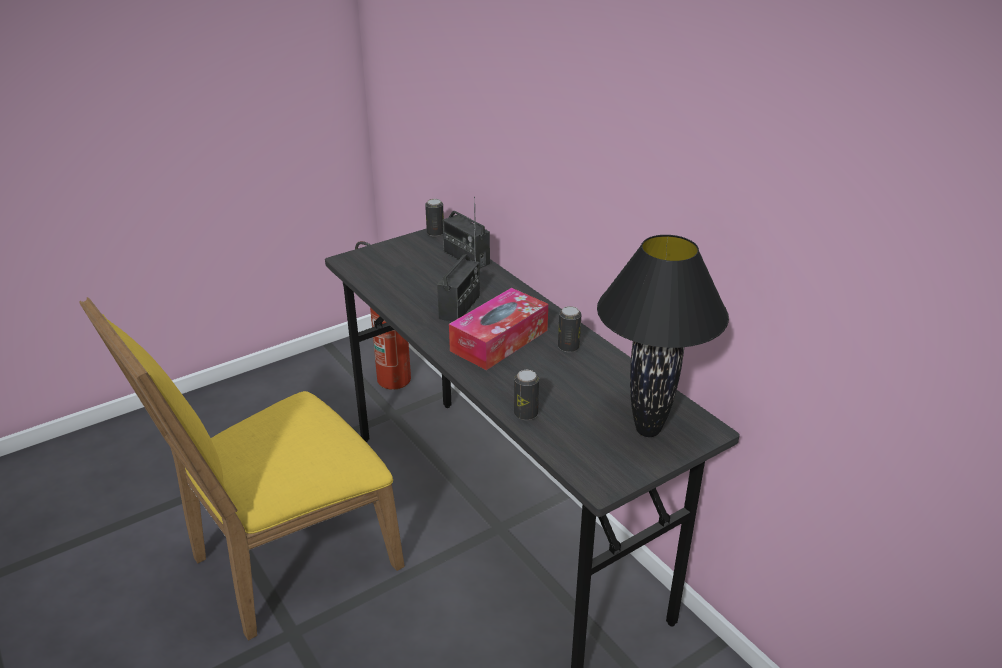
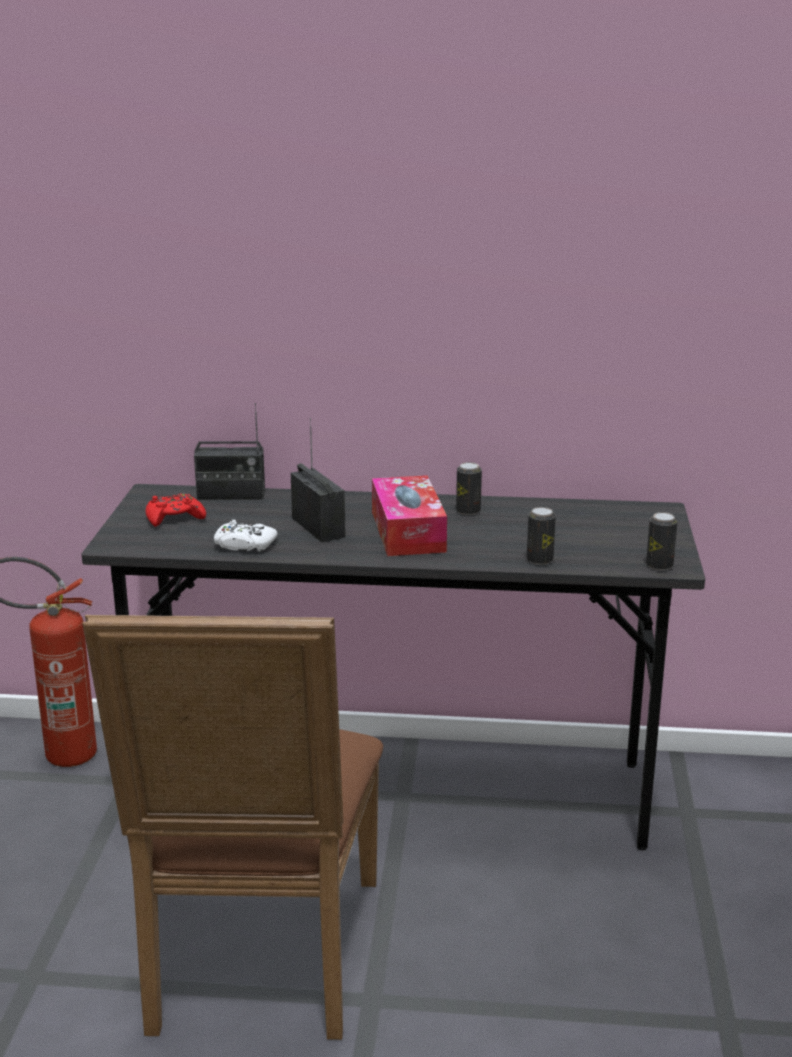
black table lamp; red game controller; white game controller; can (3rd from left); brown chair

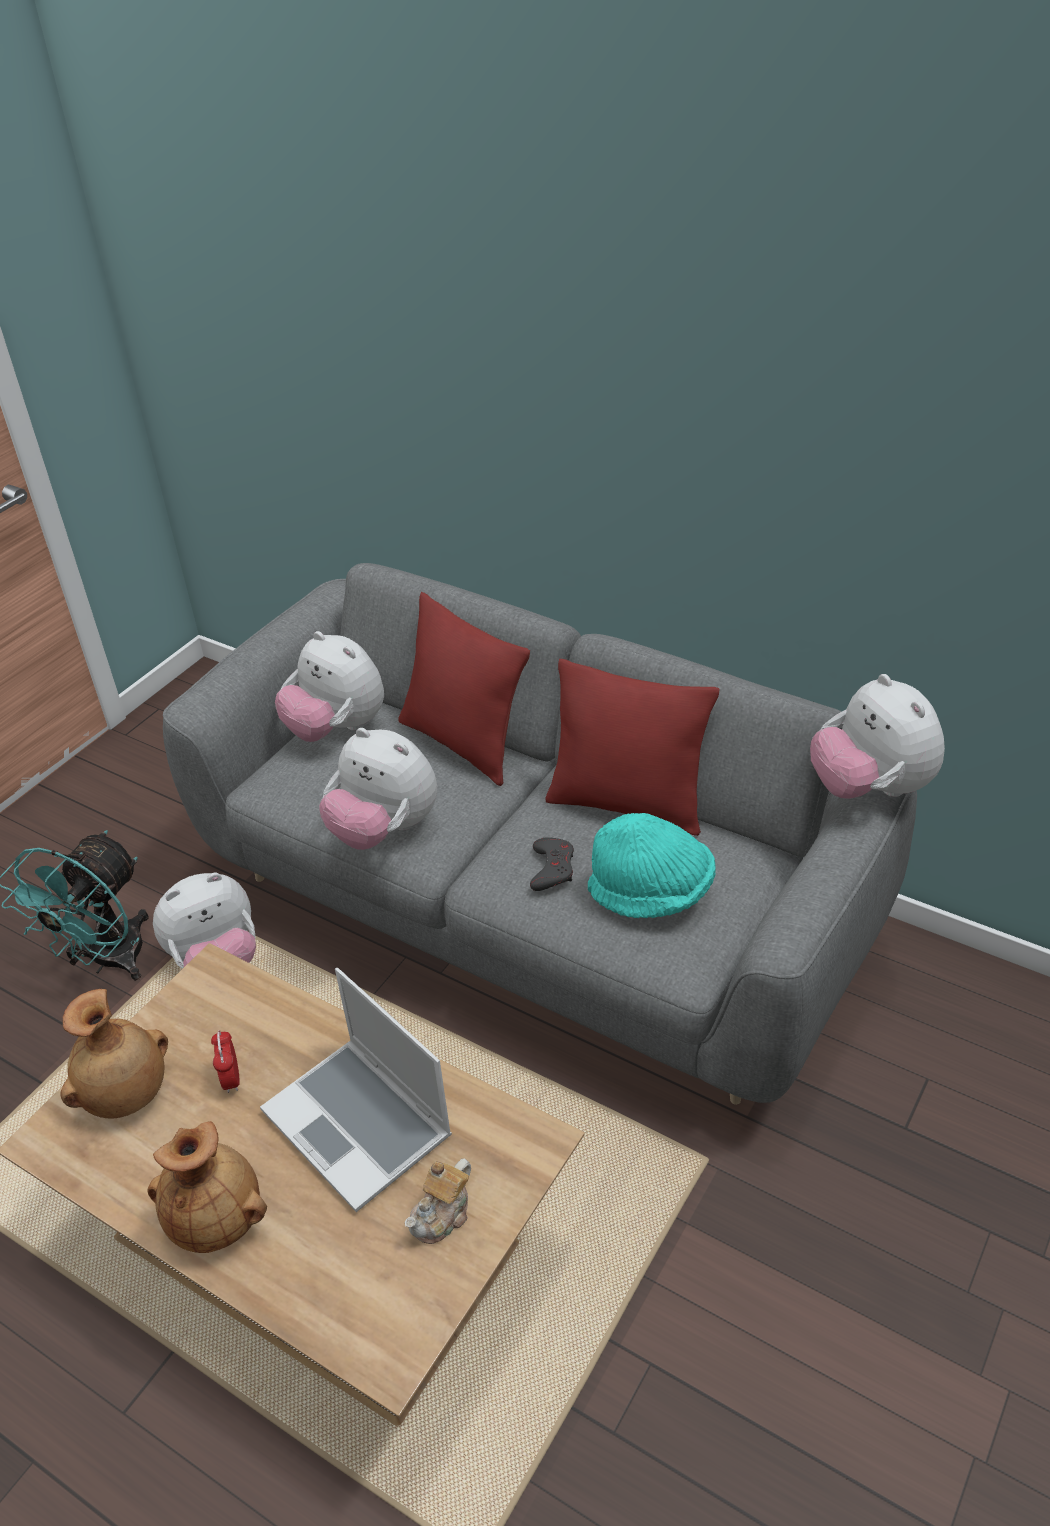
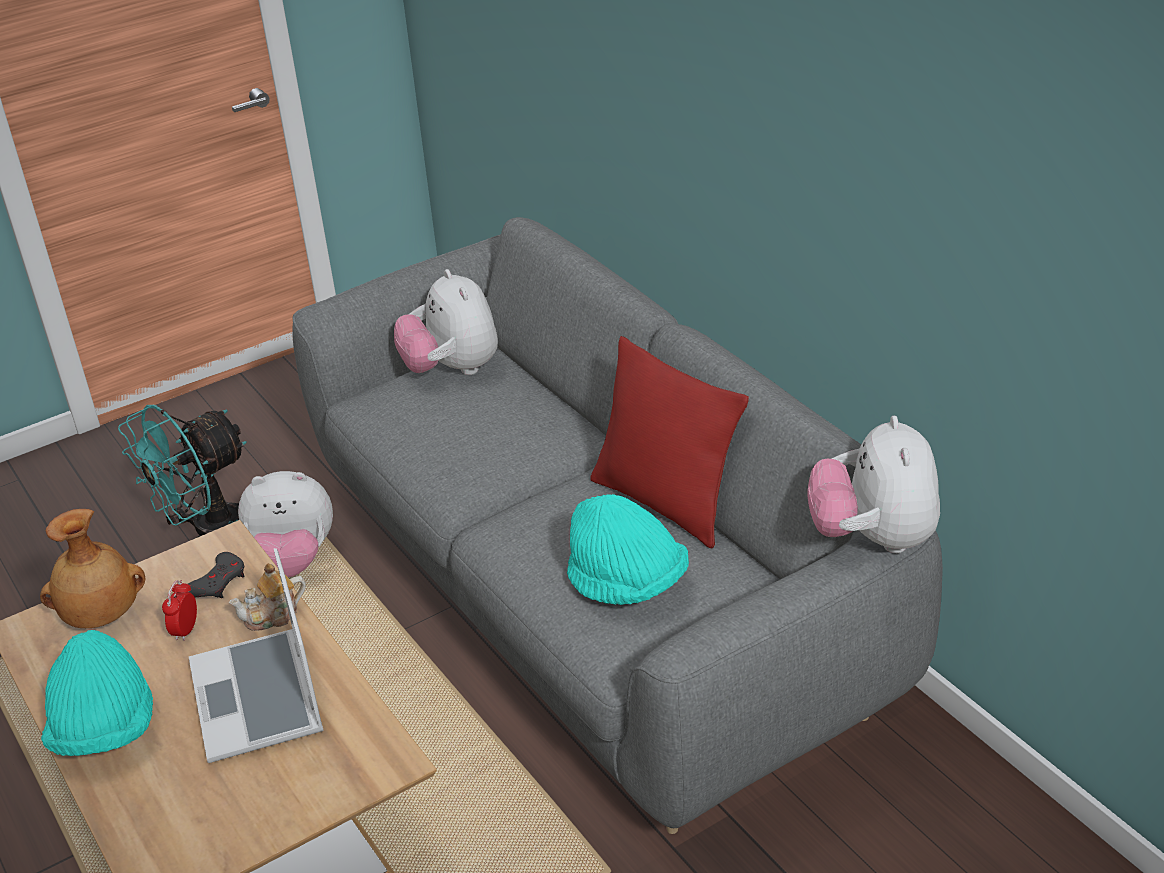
plush toy (3rd from left in the first image); red pillow (1st from left in the first image); teapot; grey game controller; turquoise hat (1st from left)

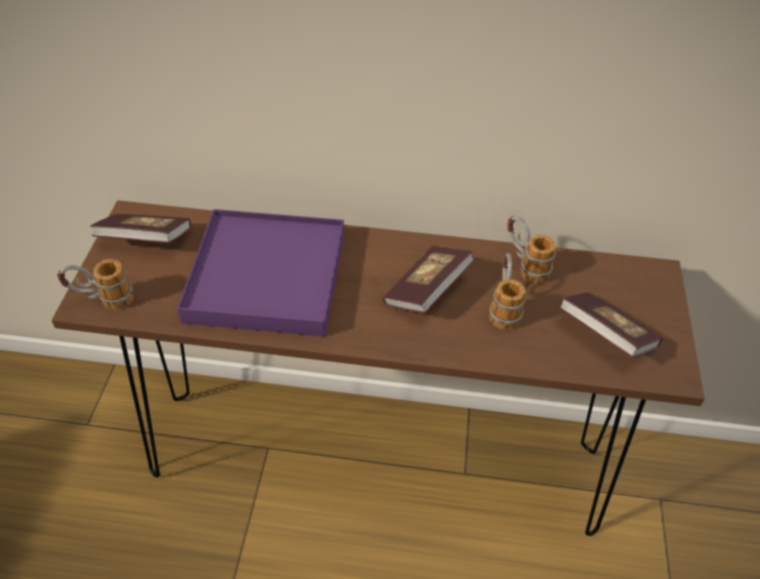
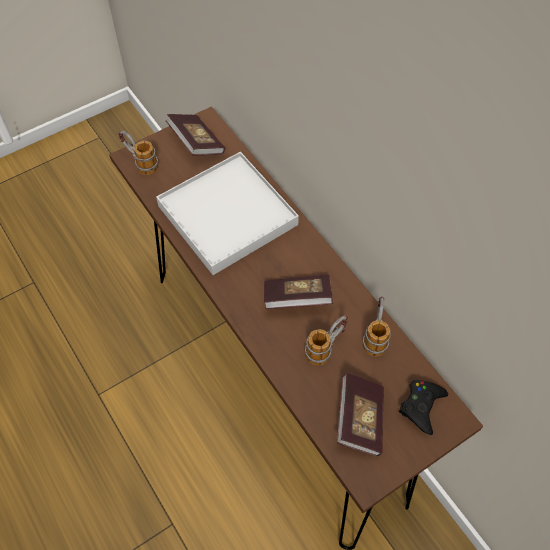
black game controller; white tray

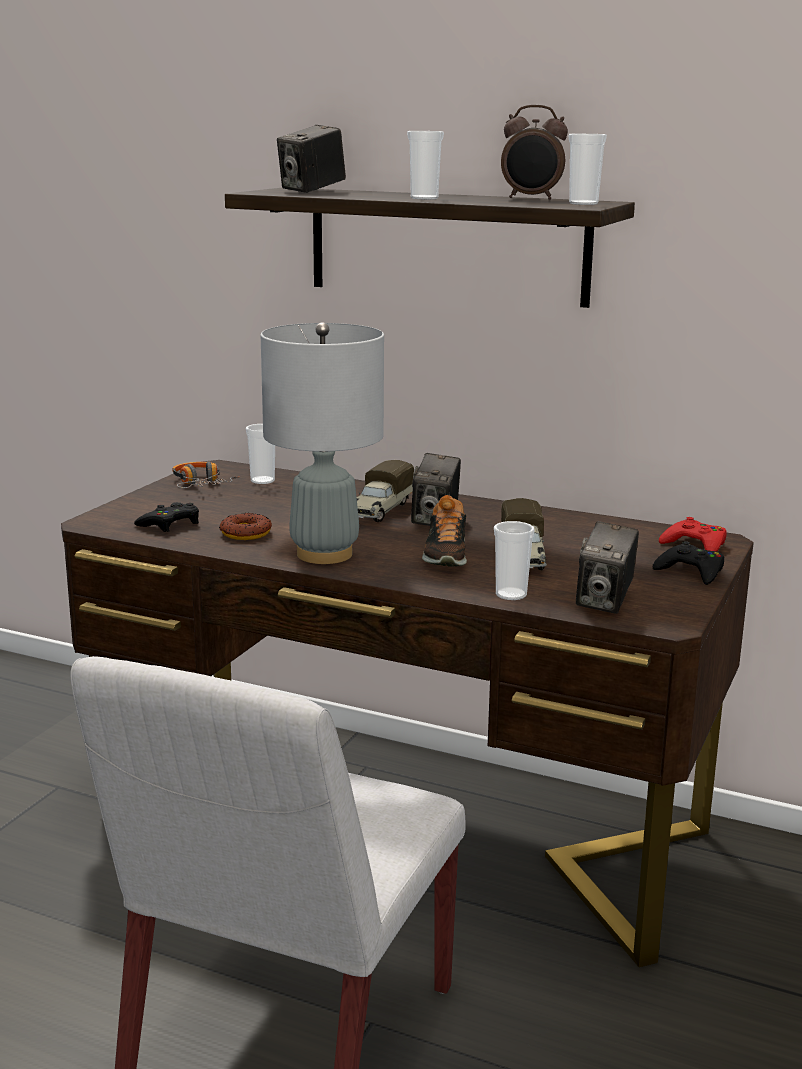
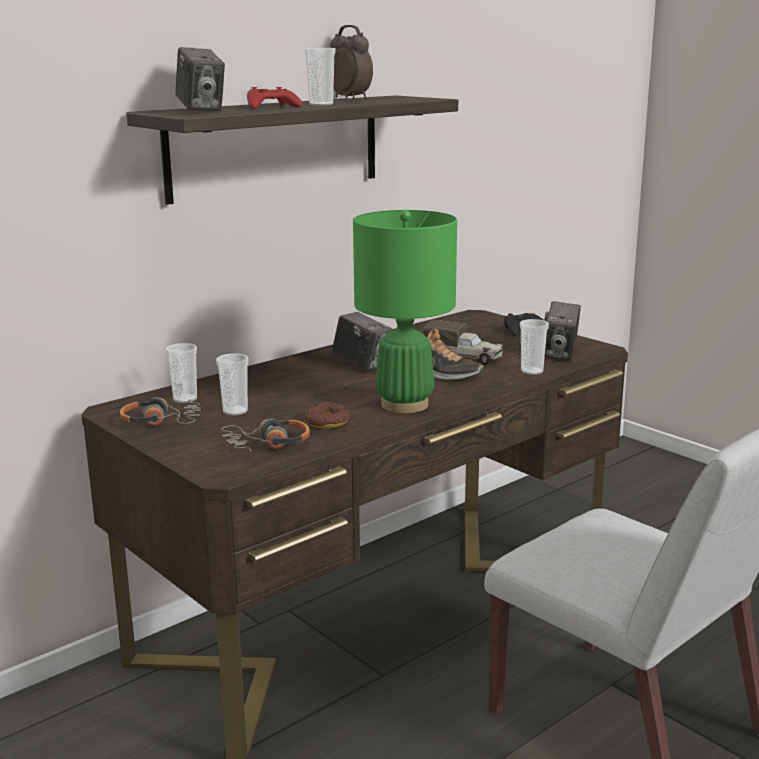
toy truck (1st from left in the first image); cup (2nd from left); red game controller; headphones (2nd from left); green table lamp; alarm clock; photo camera (3rd from left)

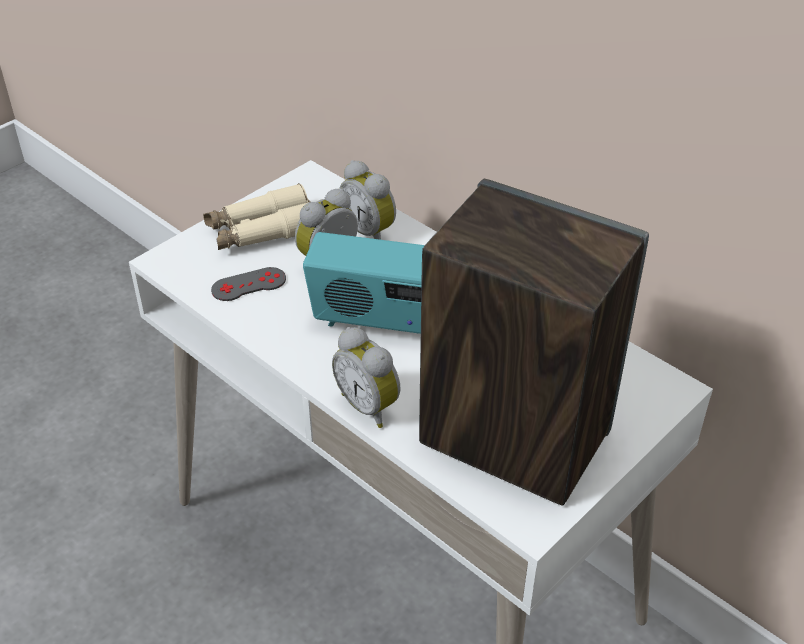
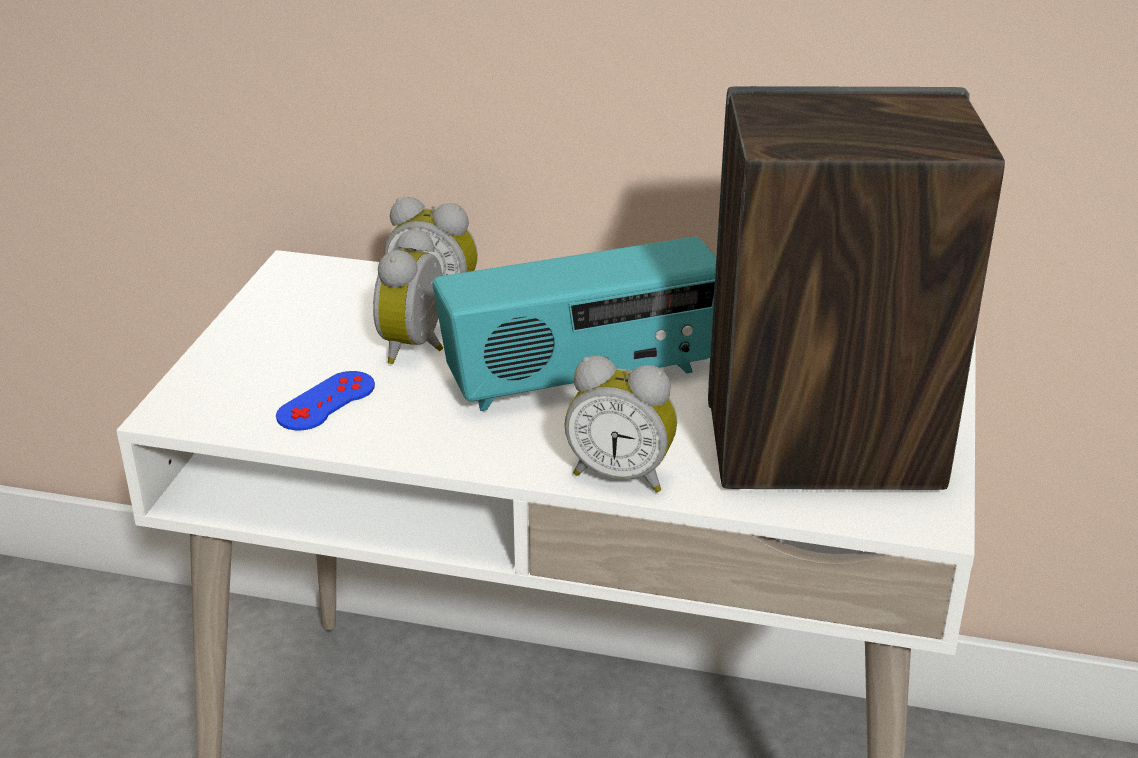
beige binoculars; blue game controller

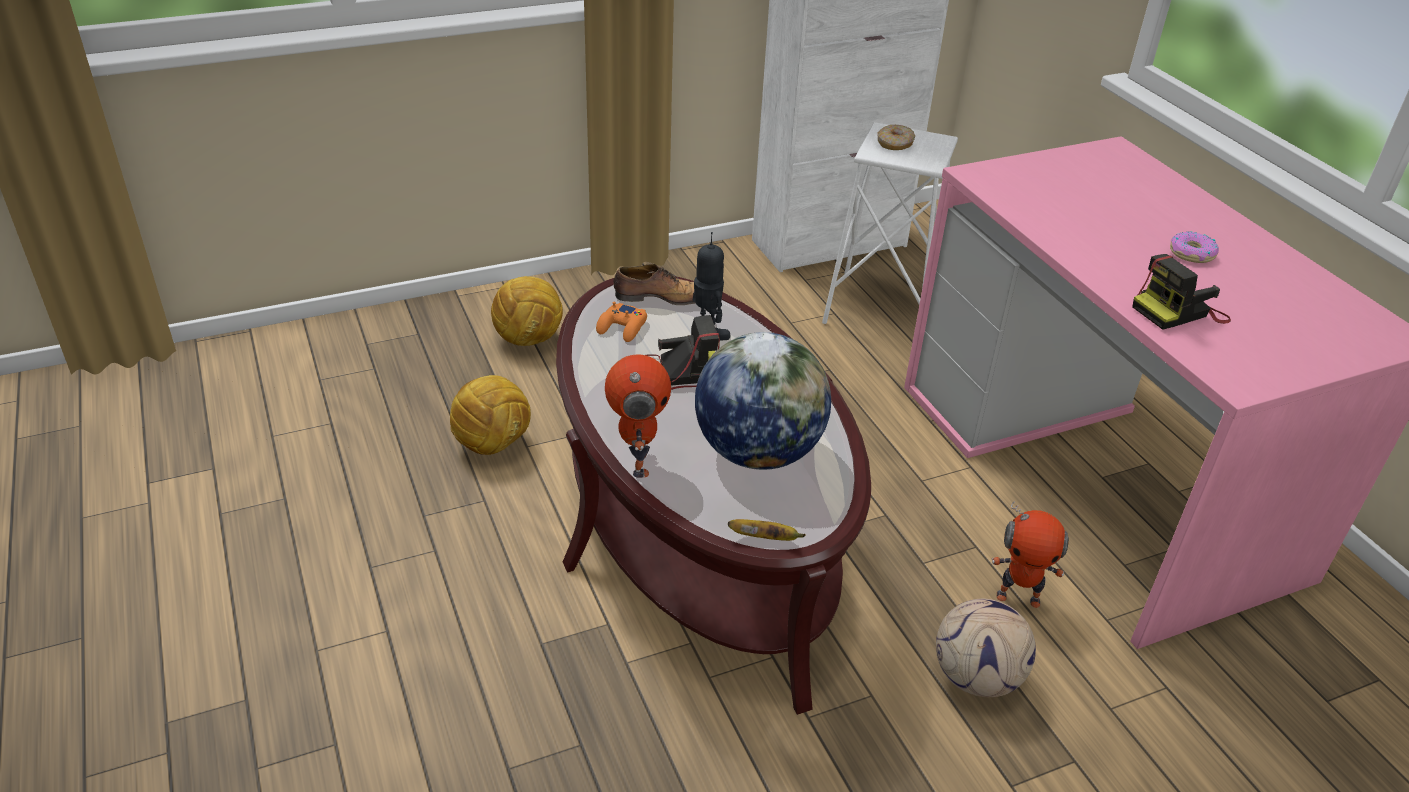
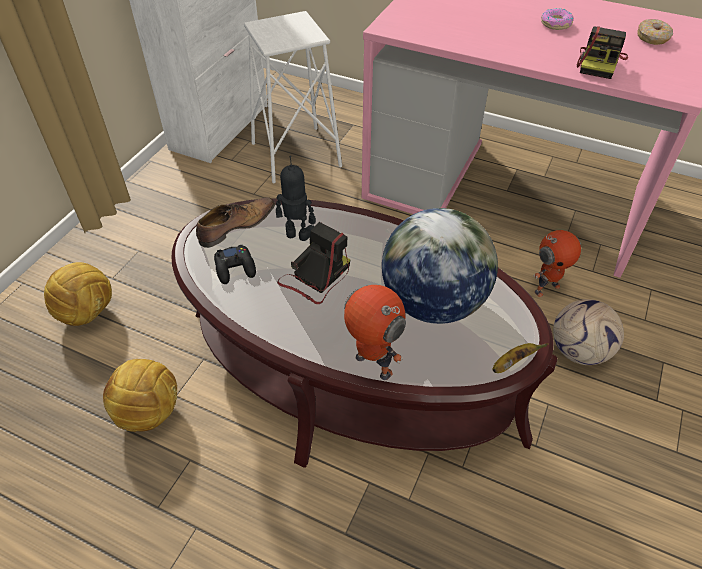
donut (2nd from left); black game controller

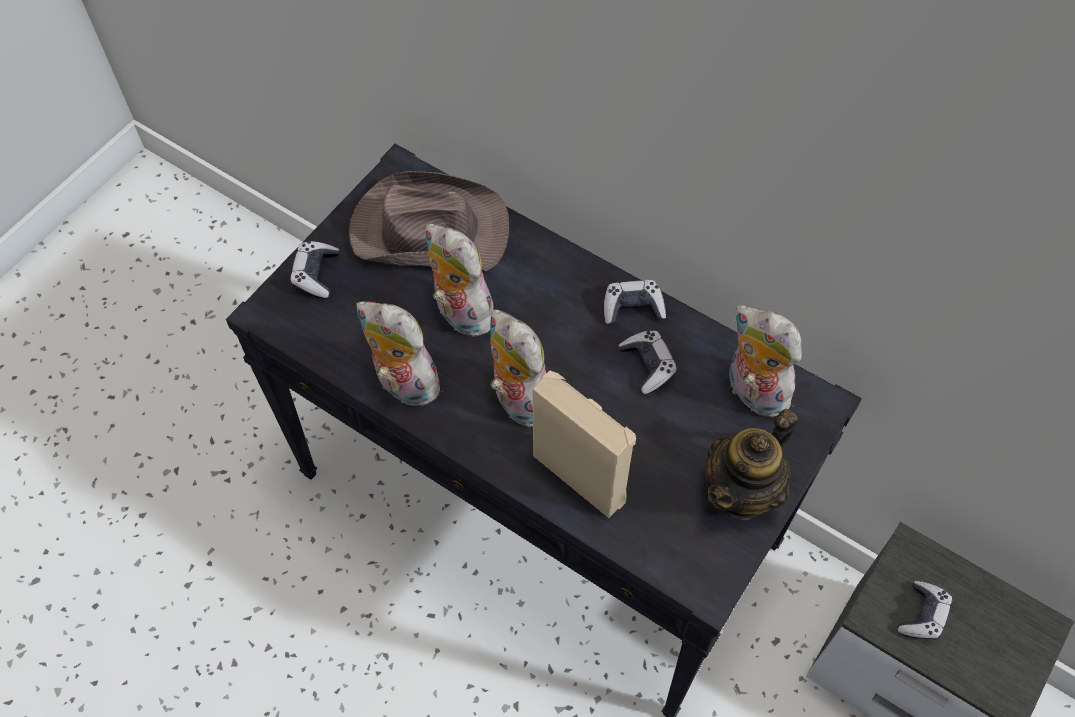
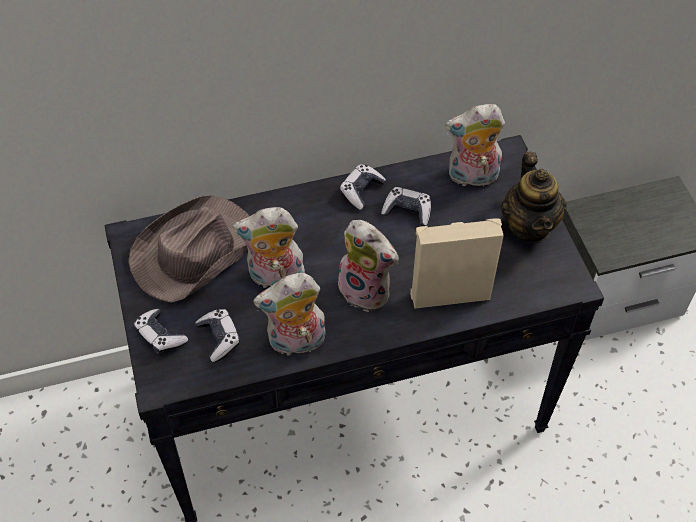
game controller (2nd from left); plush toy (3rd from left)

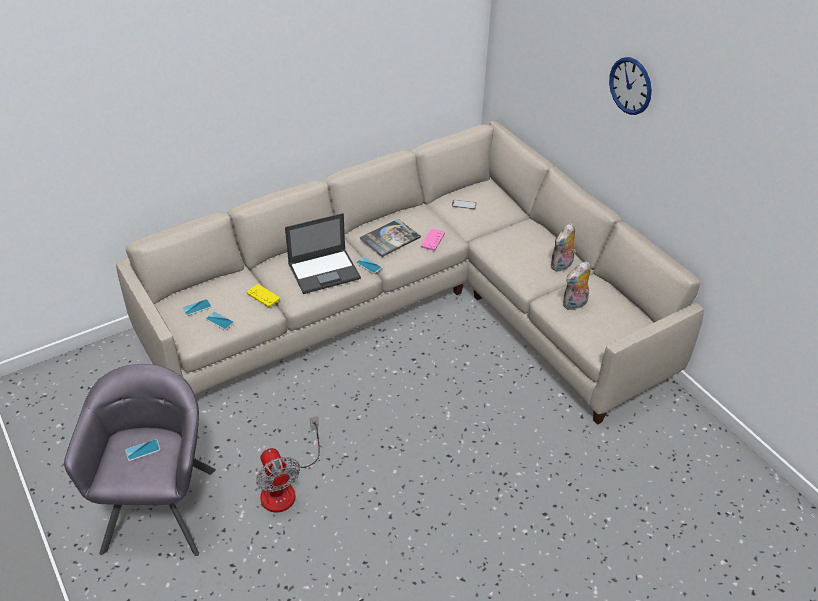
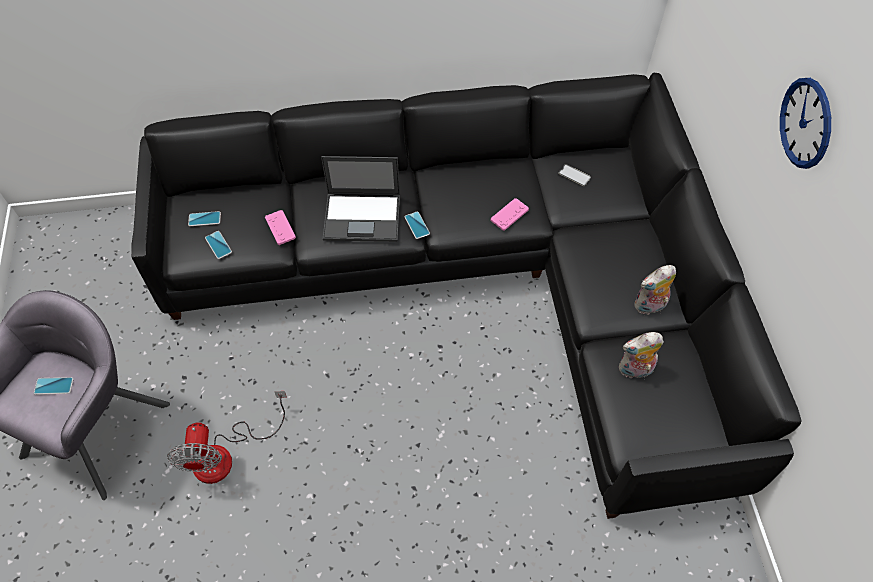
book; black sofa; pink game controller (1st from left)

